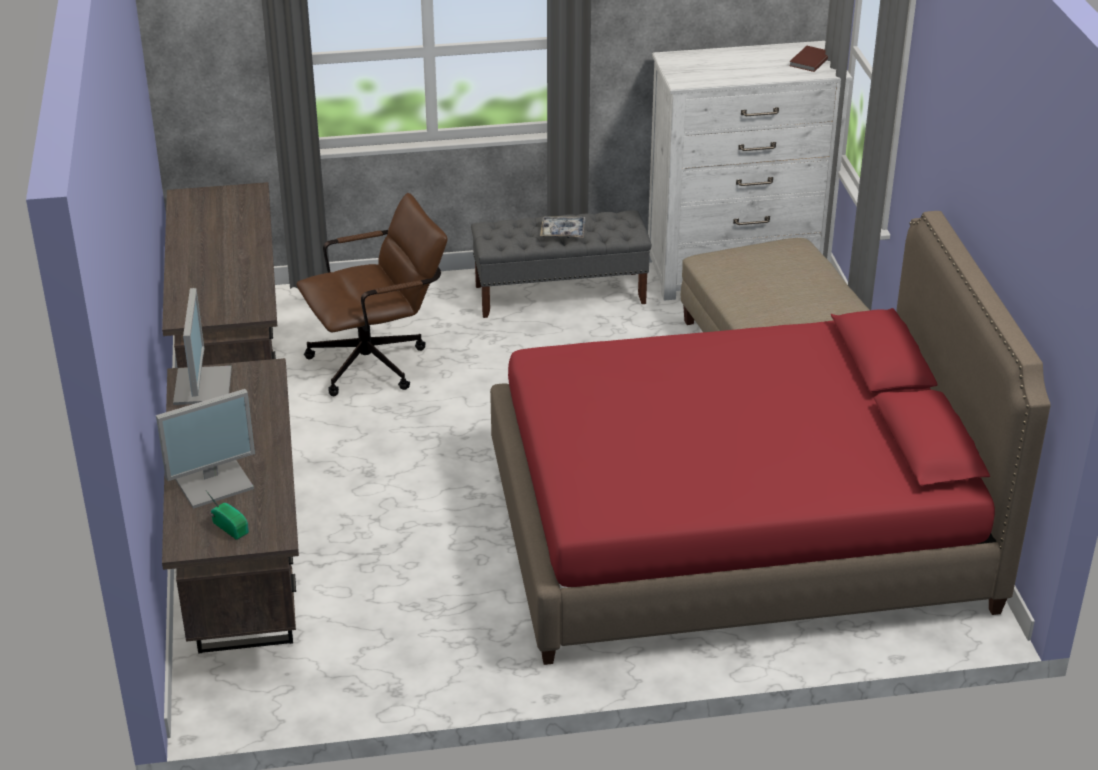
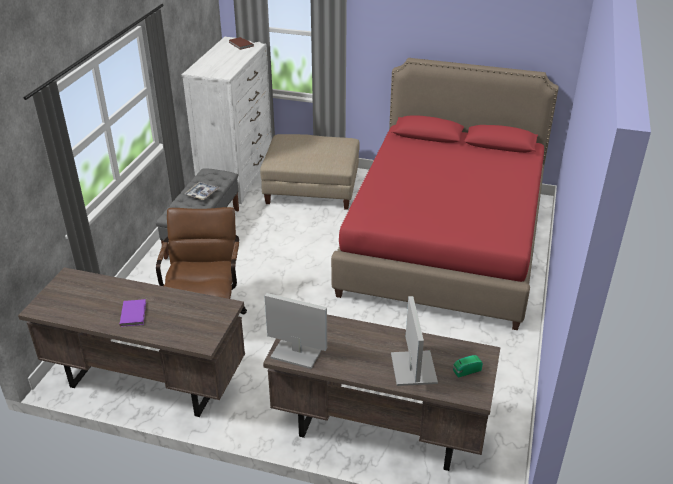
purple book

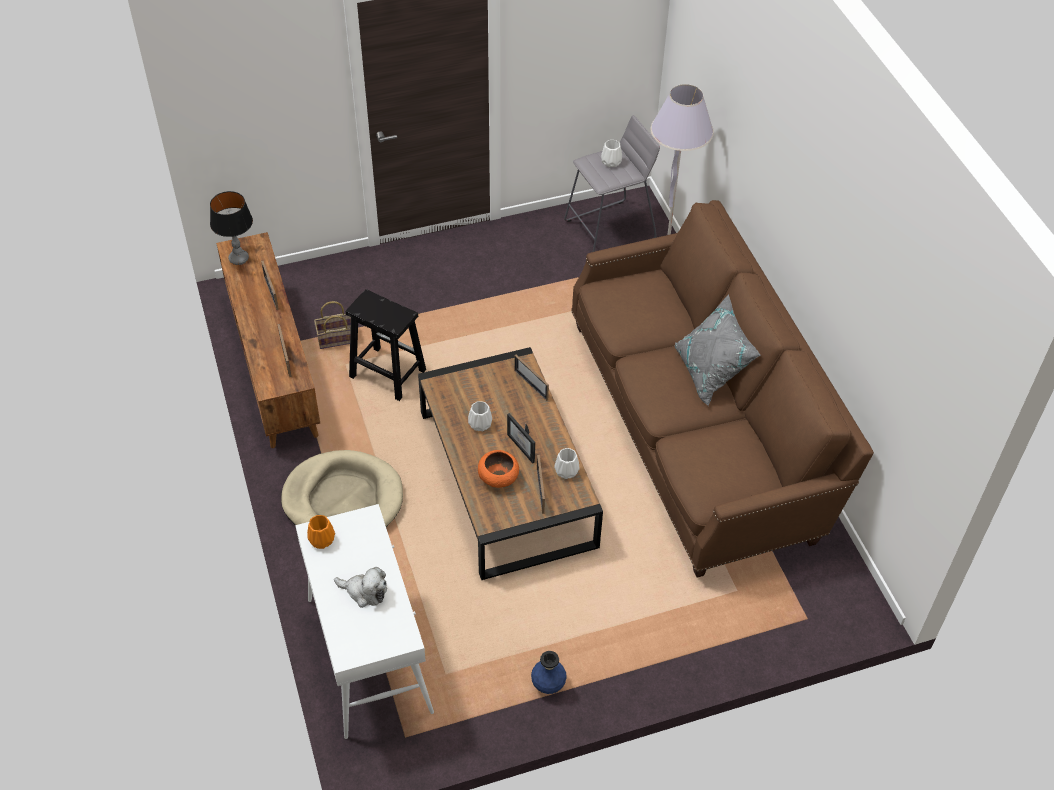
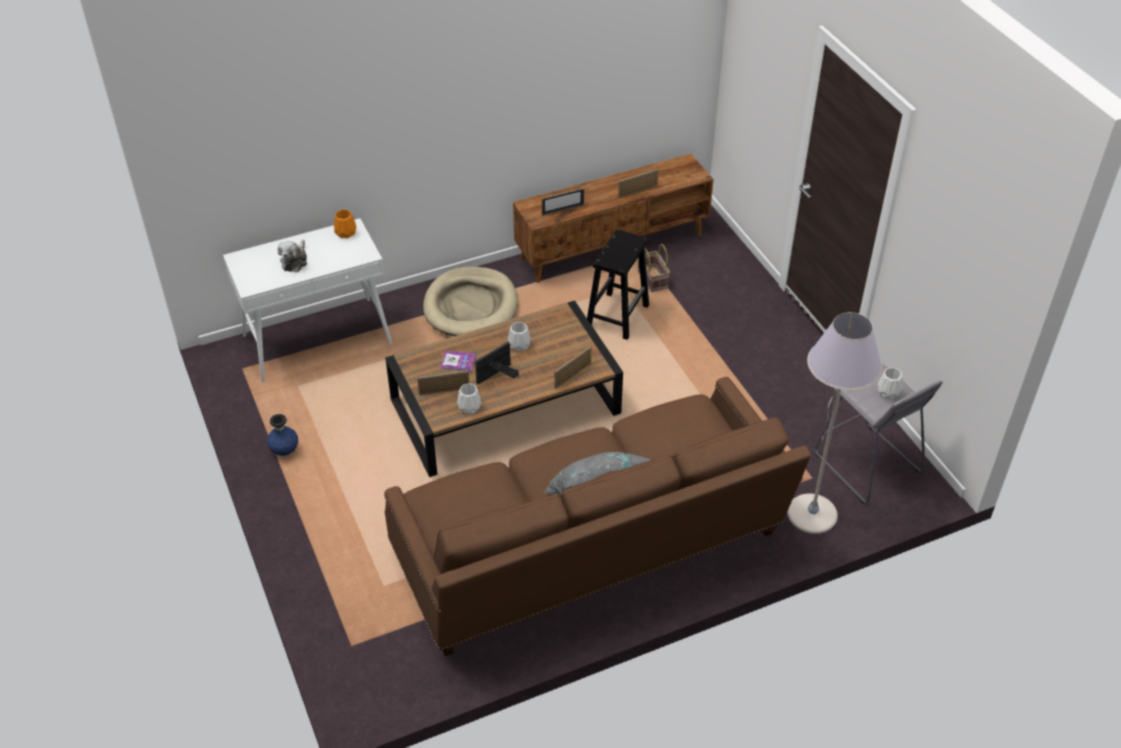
table lamp; book

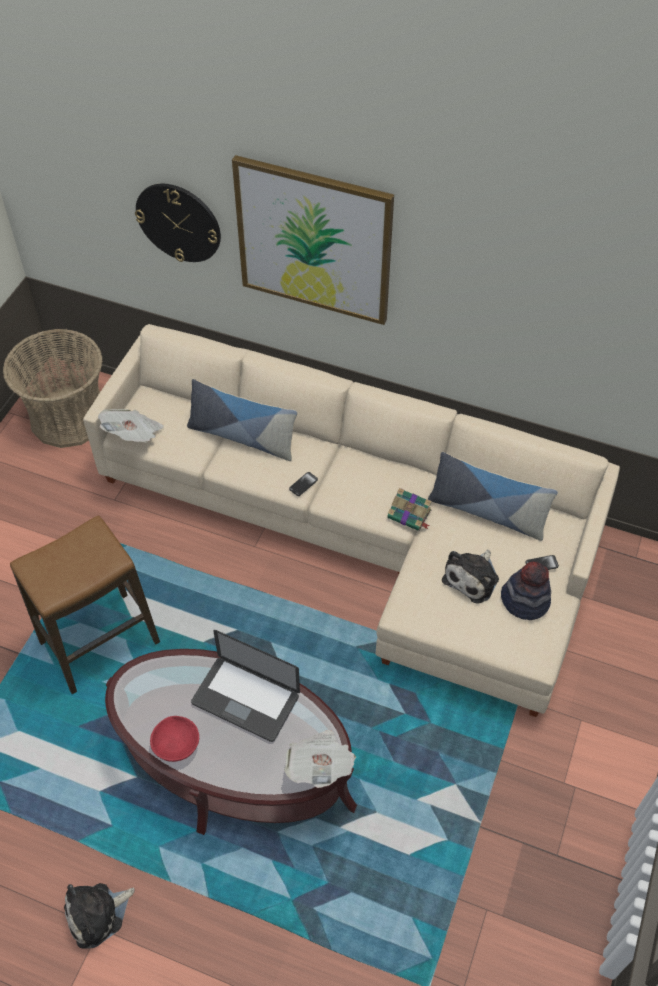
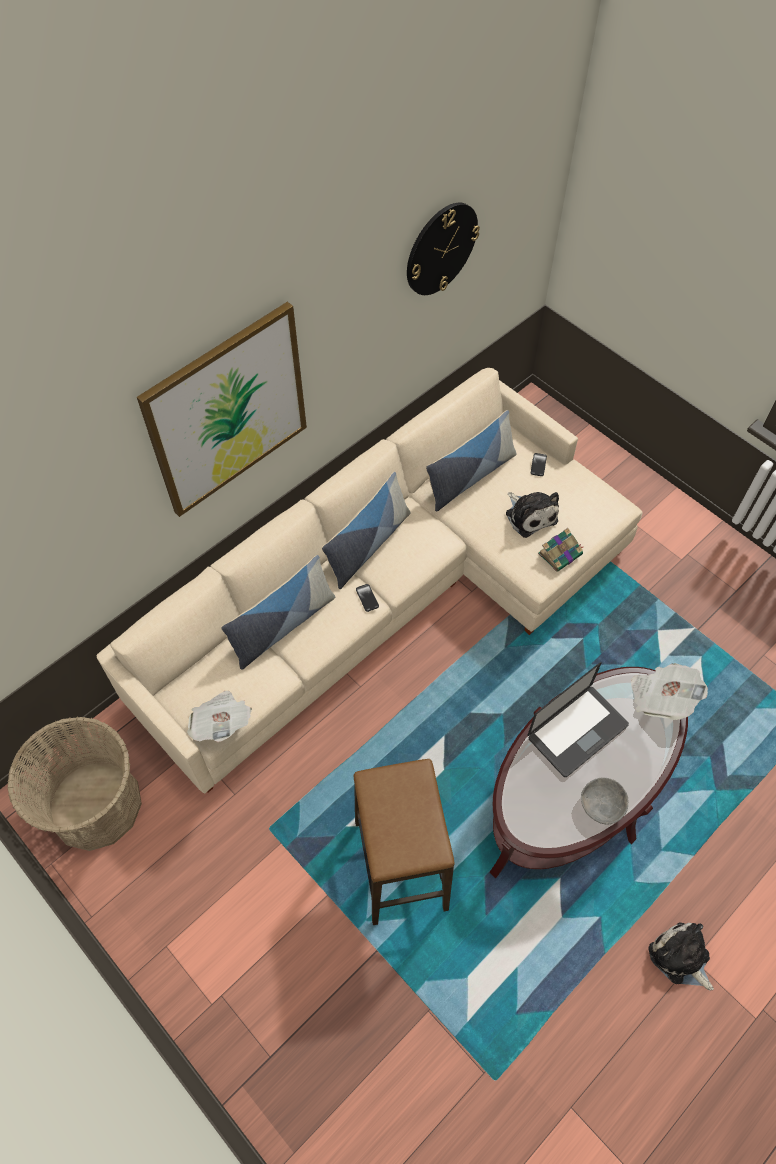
hat; pillow (2nd from left); wall clock; book; grey bowl; plush toy (2nd from left)

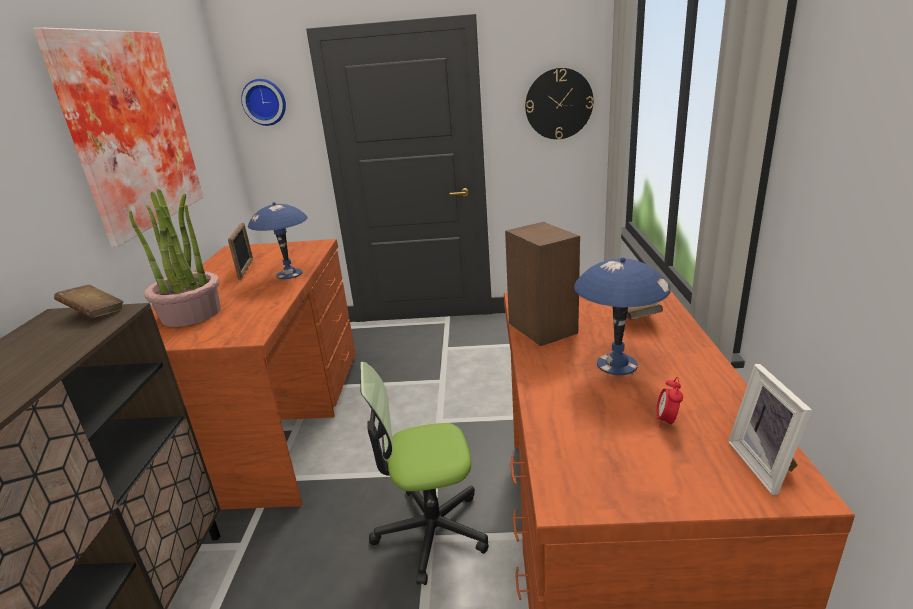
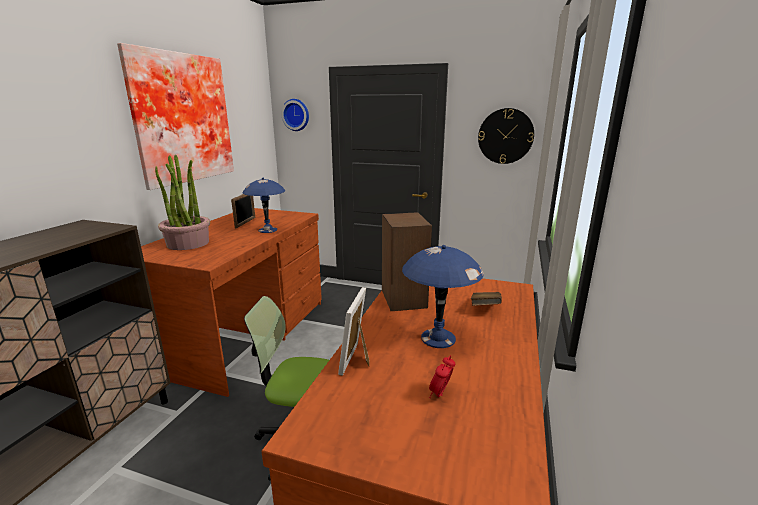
brown book (1st from left in the first image); picture frame (2nd from left)

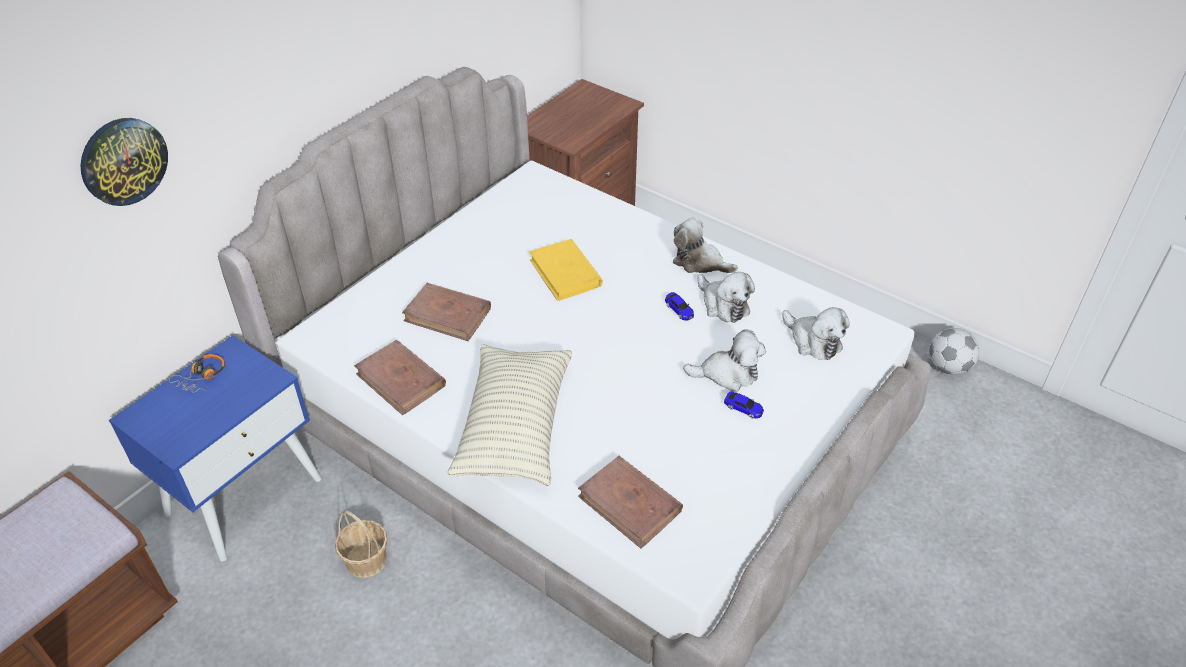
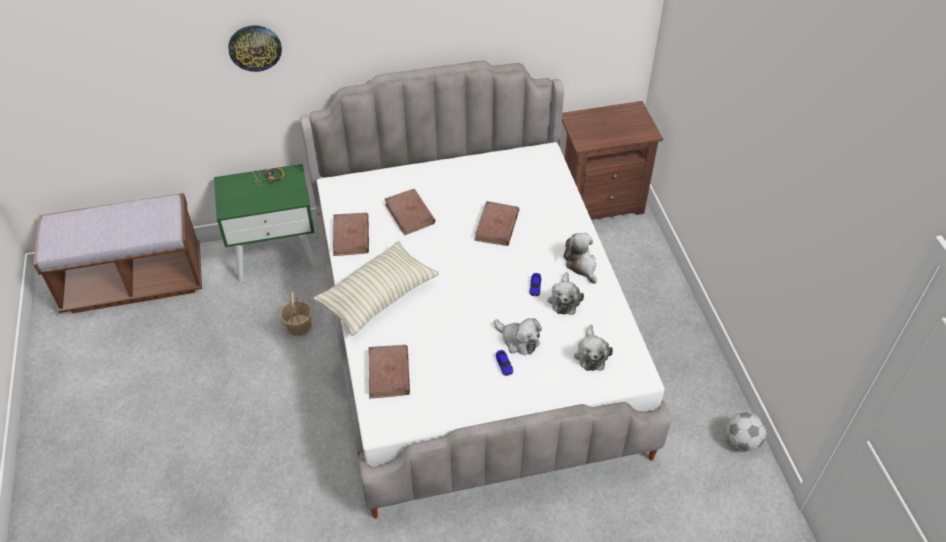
green nightstand; brown book (4th from left)

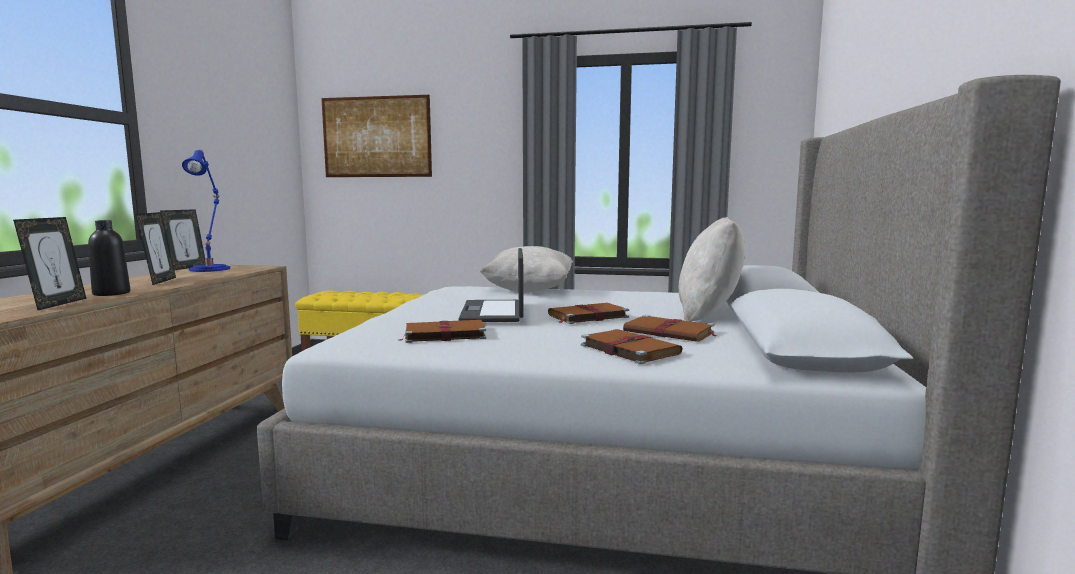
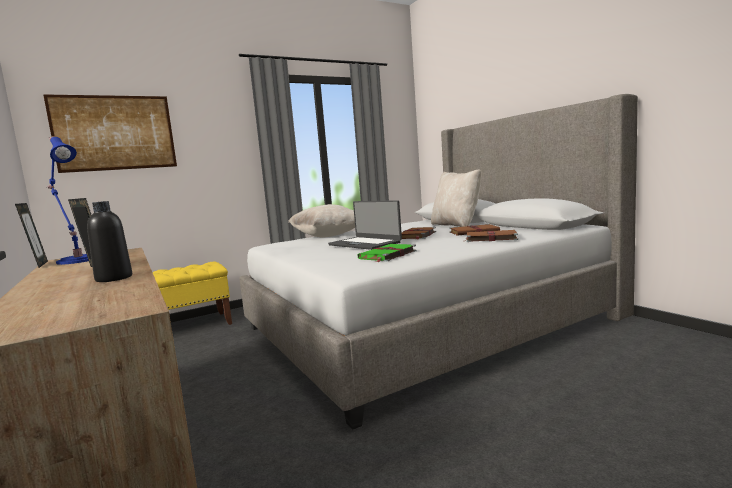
picture frame (1st from left in the first image); green book

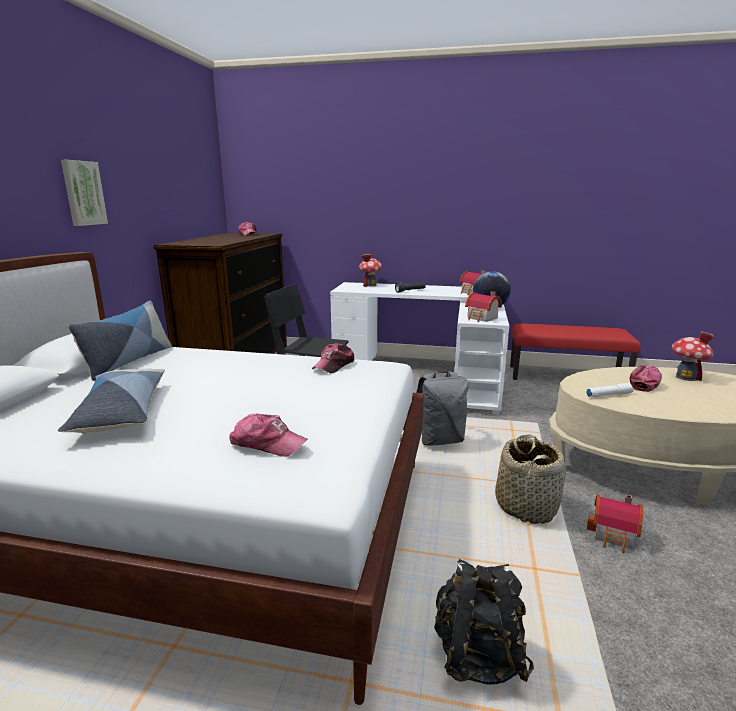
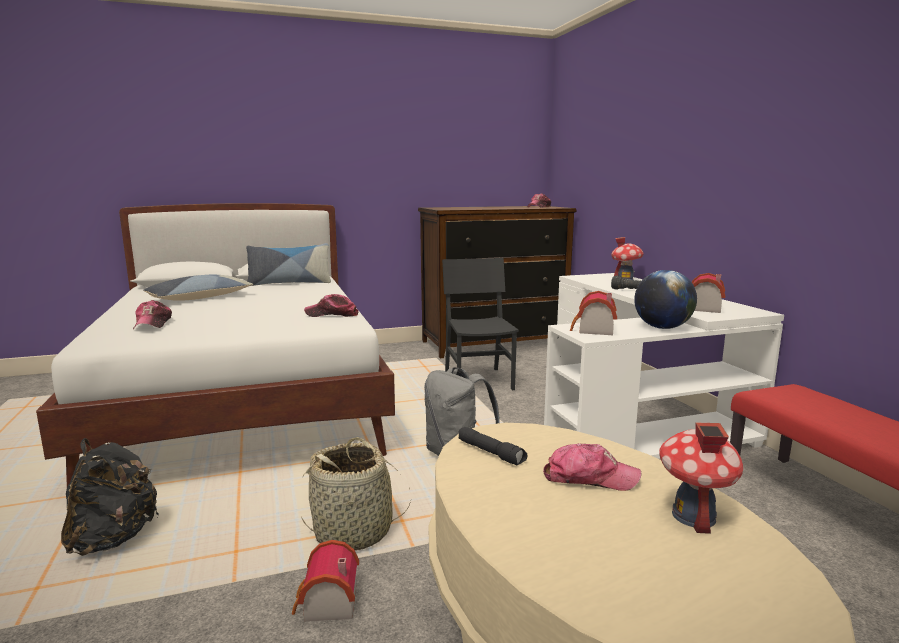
picture; black flashlight (1st from left)

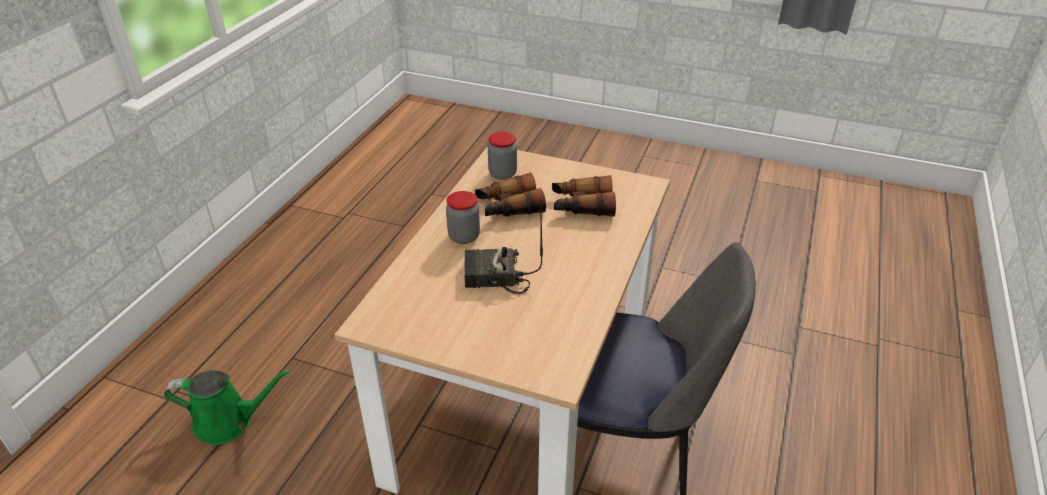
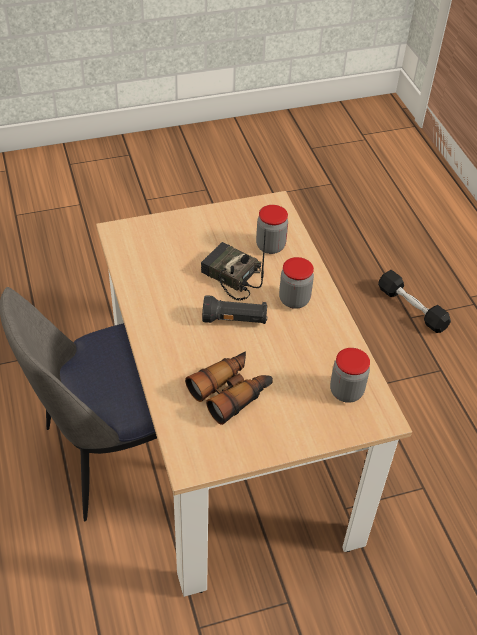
binoculars (1st from left in the first image); black flashlight; jar (1st from left); black dumbbell; radio

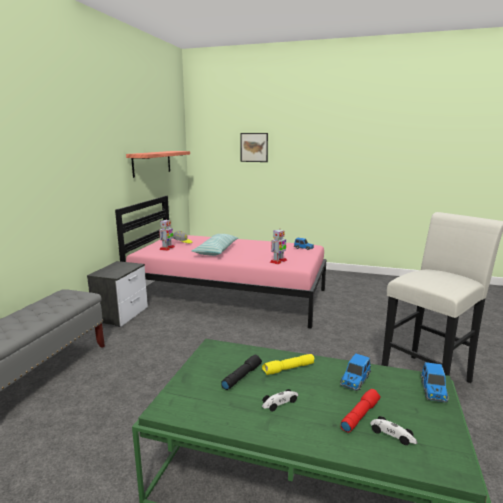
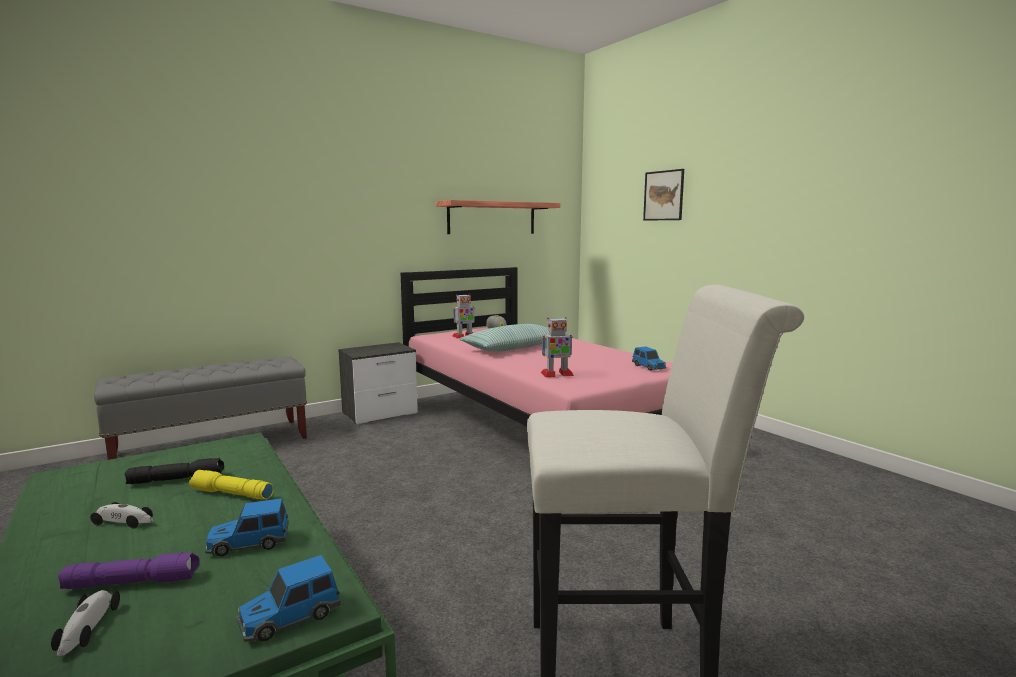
purple flashlight

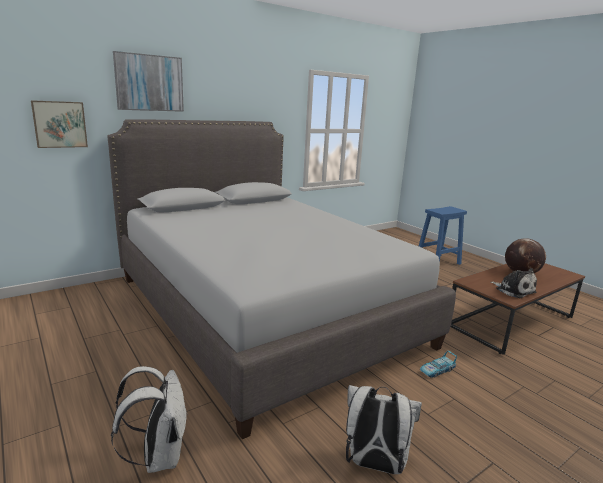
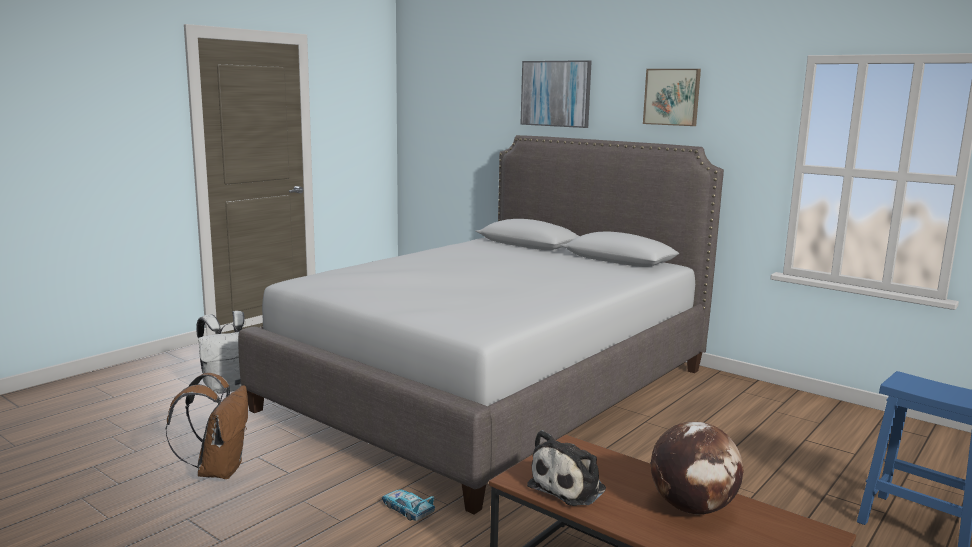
picture (2nd from left); brown backpack

